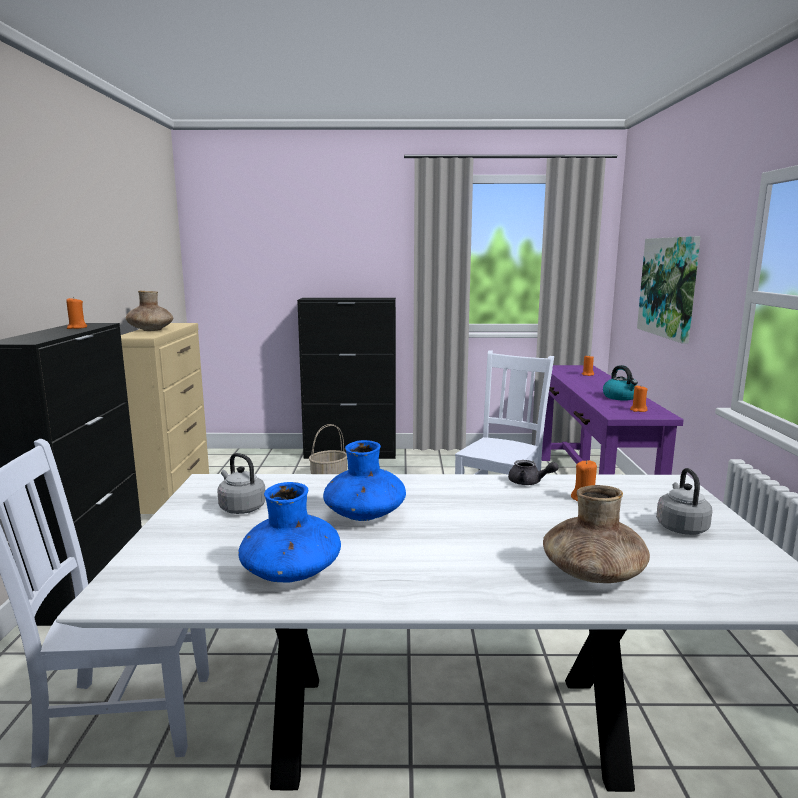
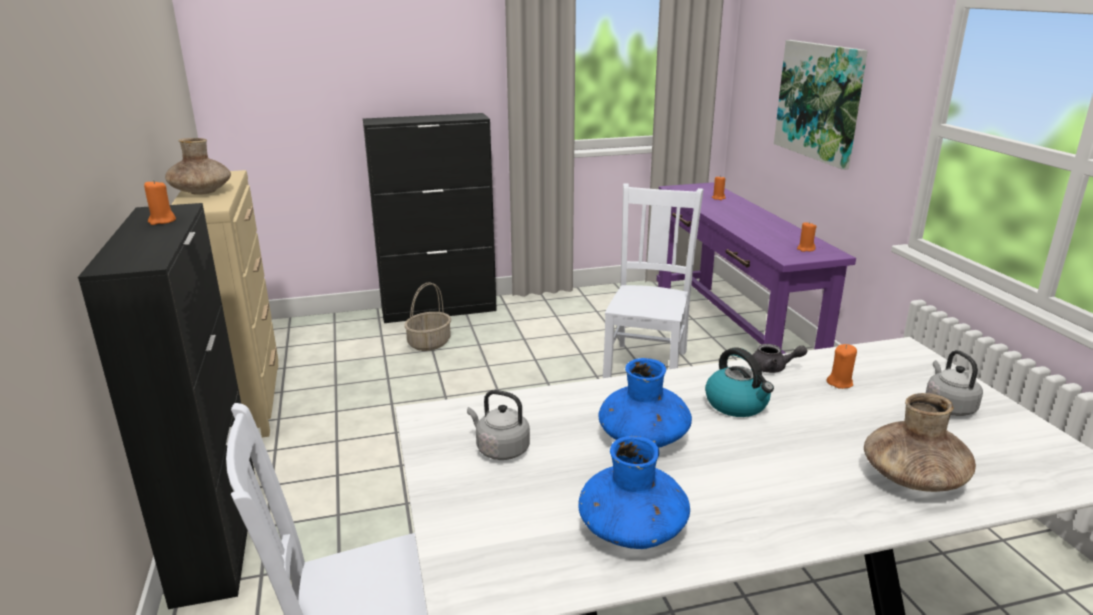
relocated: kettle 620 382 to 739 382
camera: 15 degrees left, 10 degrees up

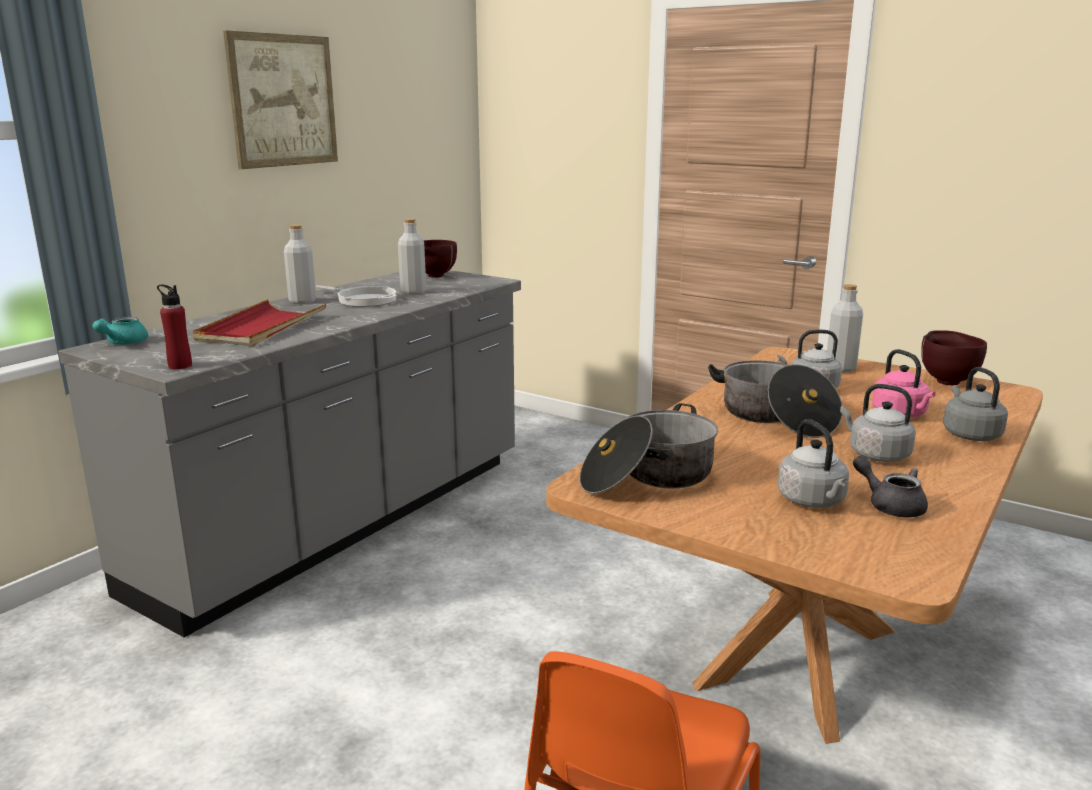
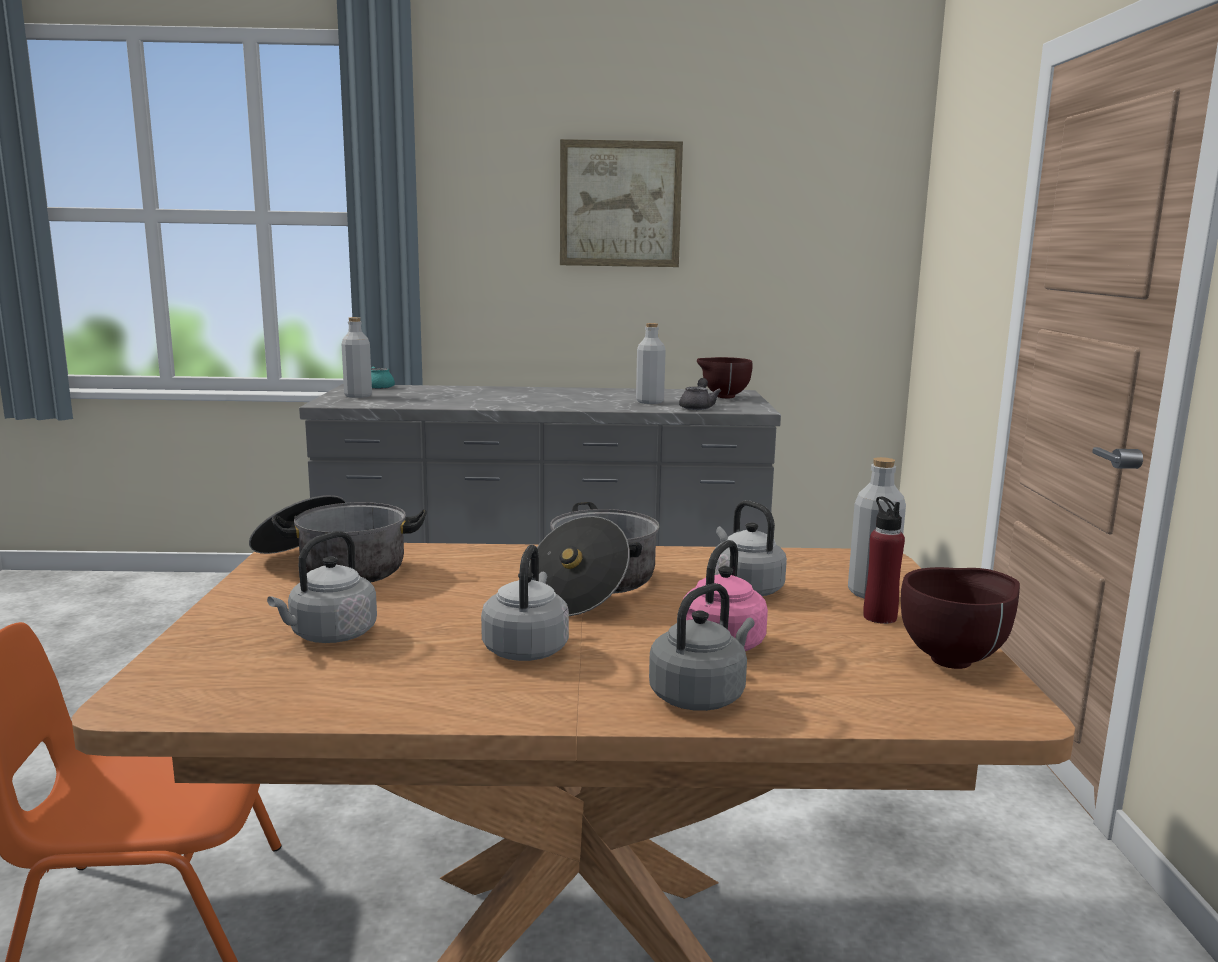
missing: serving tray/red 259 322; frying pan 356 296
relocated: drink bottle/red 174 327 to 884 560; drink bottle/grey 300 264 to 357 357; pot for tea/grey 890 486 to 700 394
camera: 55 degrees right, 5 degrees down

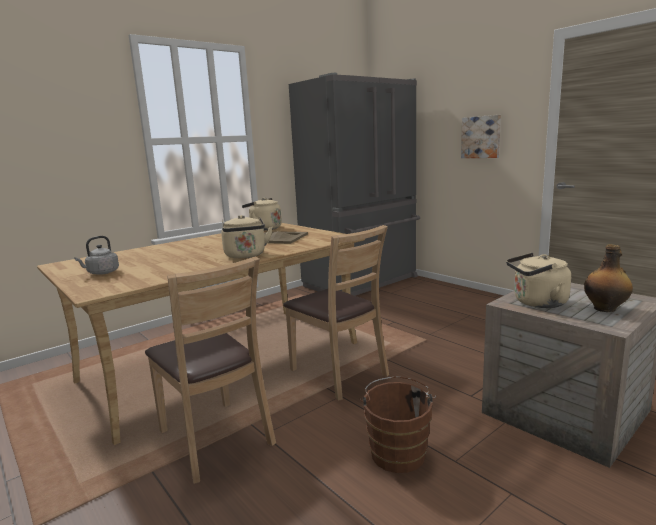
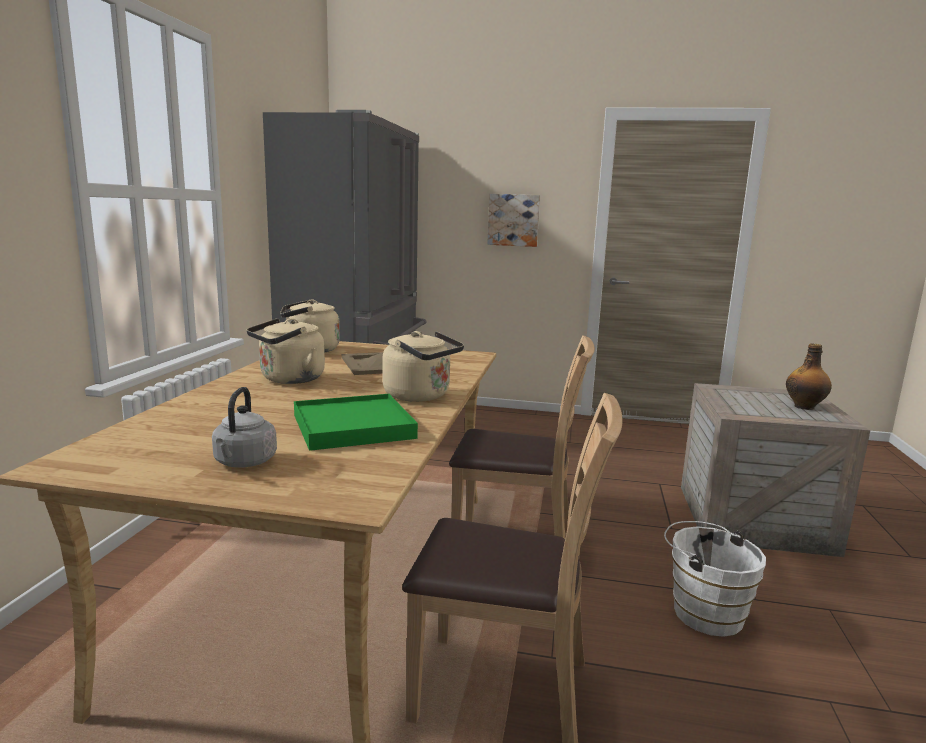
appeared: serving tray/greenish 356 422
relocated: kettle/beige 538 280 to 286 351
colour: bucket/brown-coloured 398 425 to bucket/whitish 715 579
camera: 40 degrees left, 0 degrees up

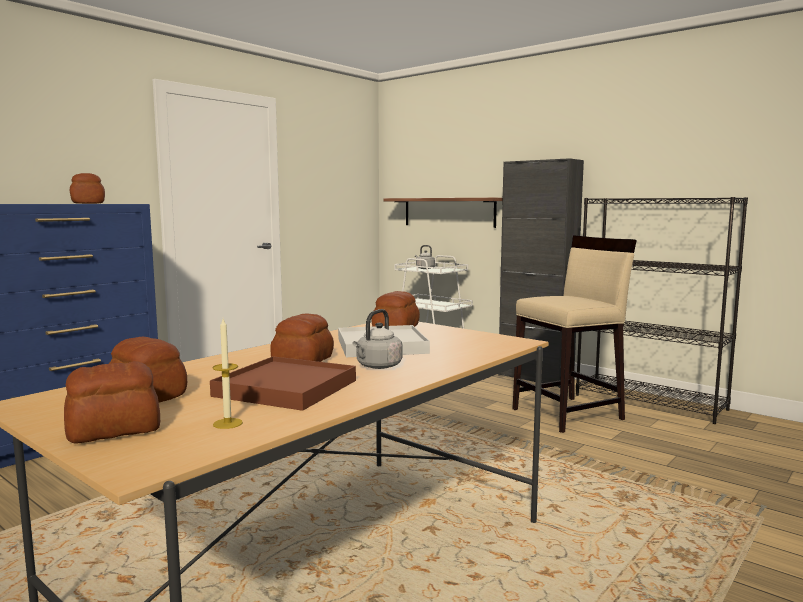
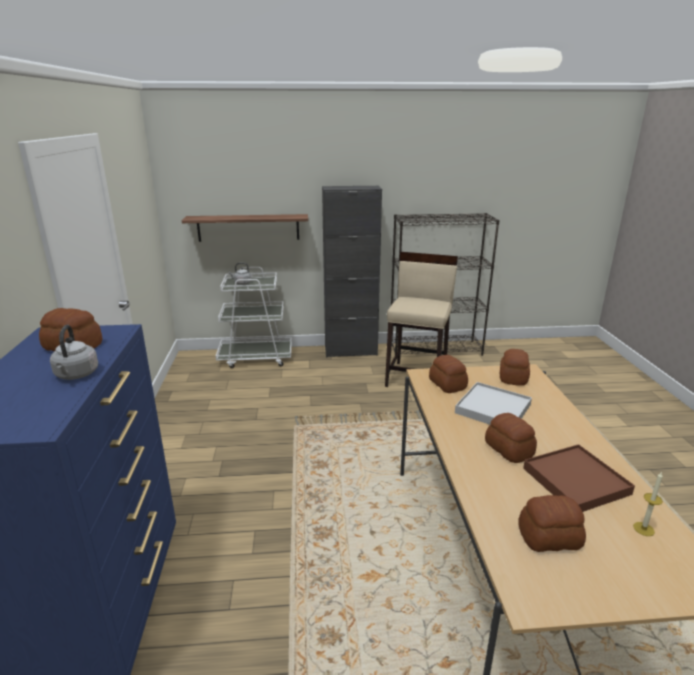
relocated: bakery bread 112 402 to 515 367; kettle/grey 378 339 to 74 352
camera: 45 degrees left, 15 degrees up

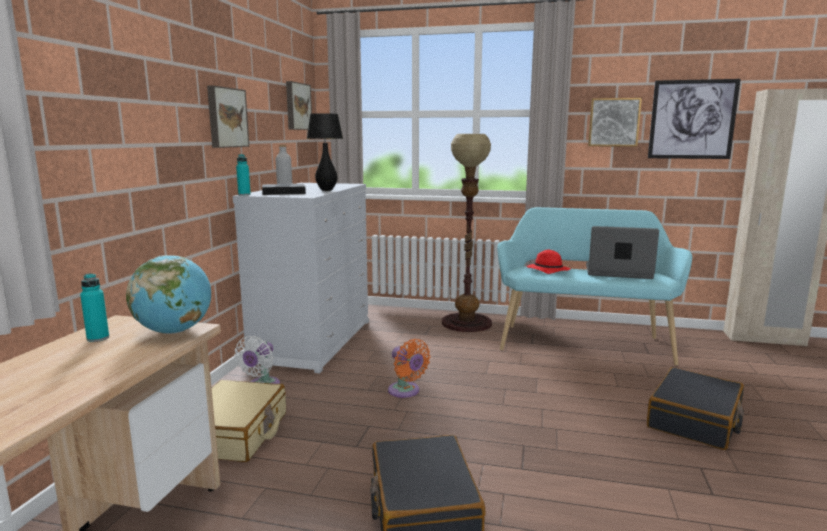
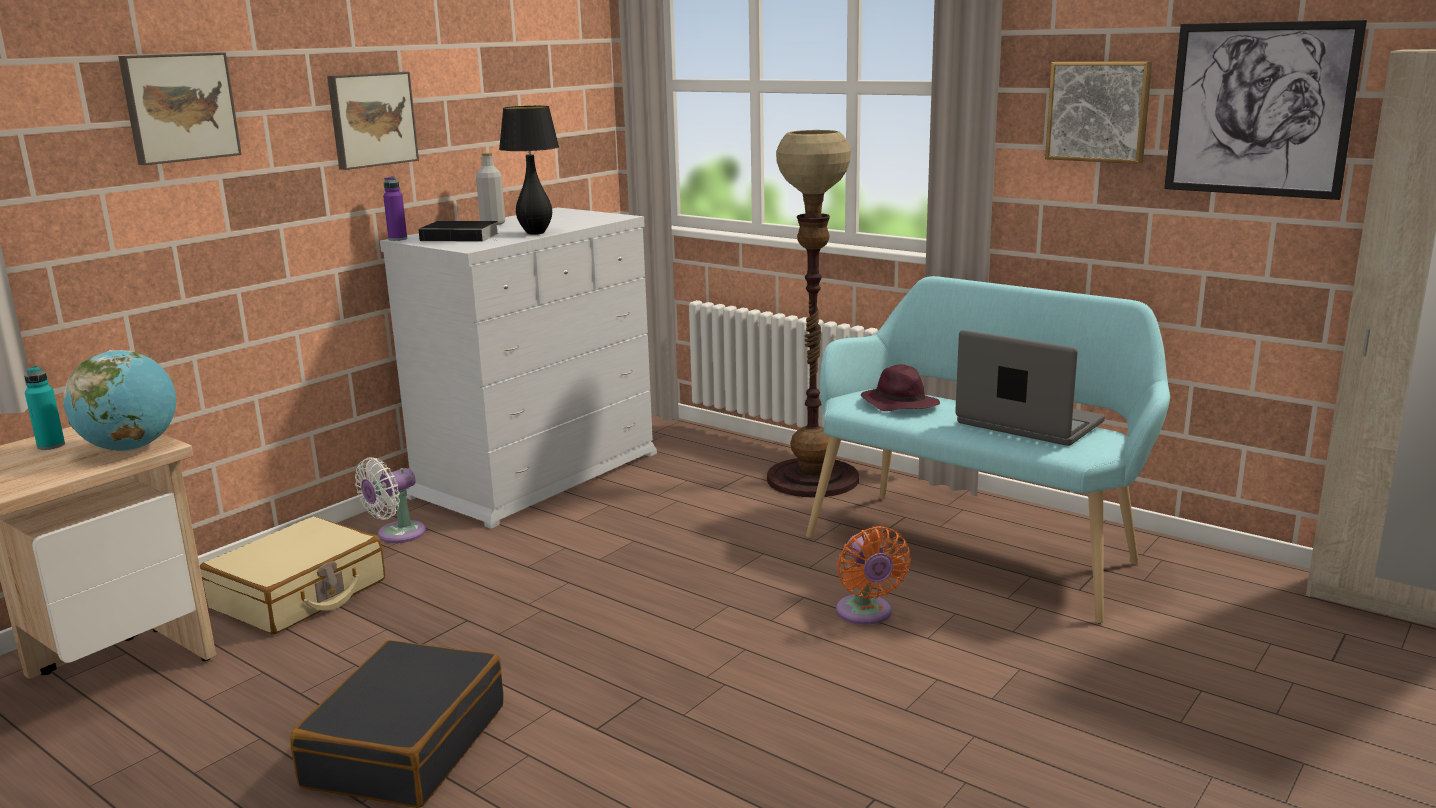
missing: travel case/blackish 695 408
relocated: picture 299 105 to 180 108; fan/orange 409 368 to 873 575
colour: drink bottle/turquoise-coloured 243 175 to drink bottle/purple-coloured 395 209; clothing hat/red 548 262 to clothing hat/purple-coloured 900 387
camera: 25 degrees right, 5 degrees up

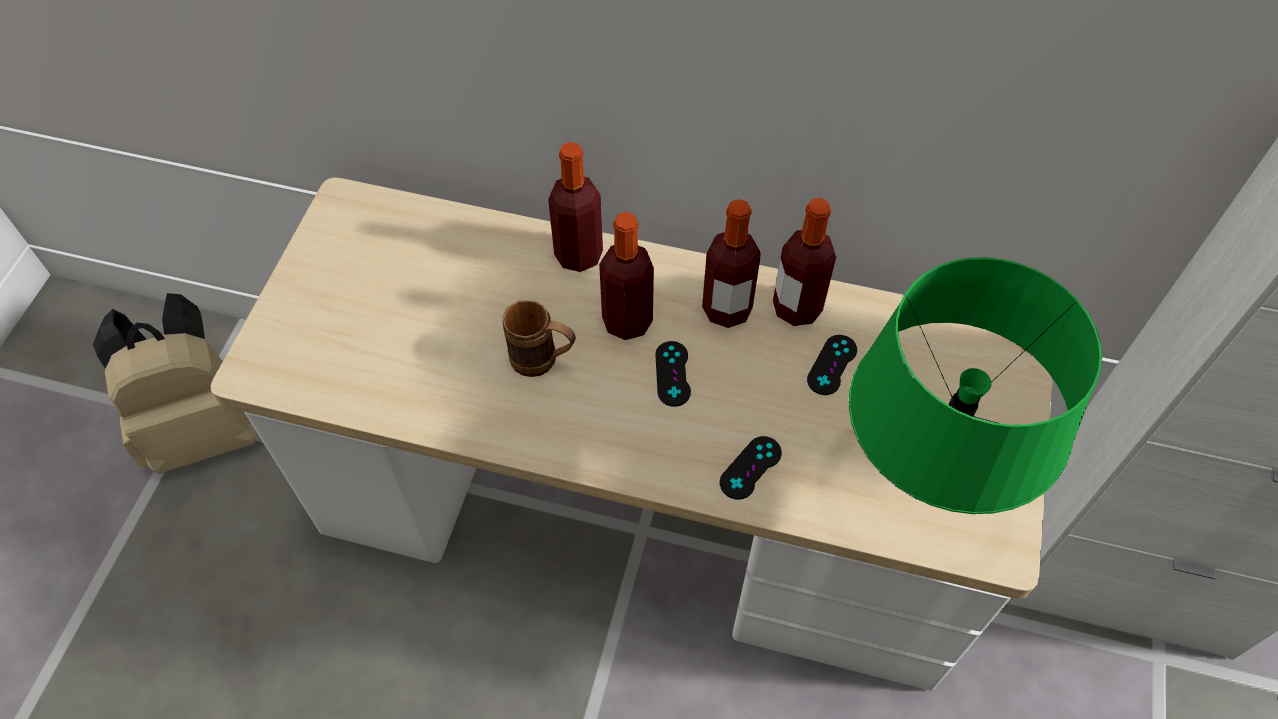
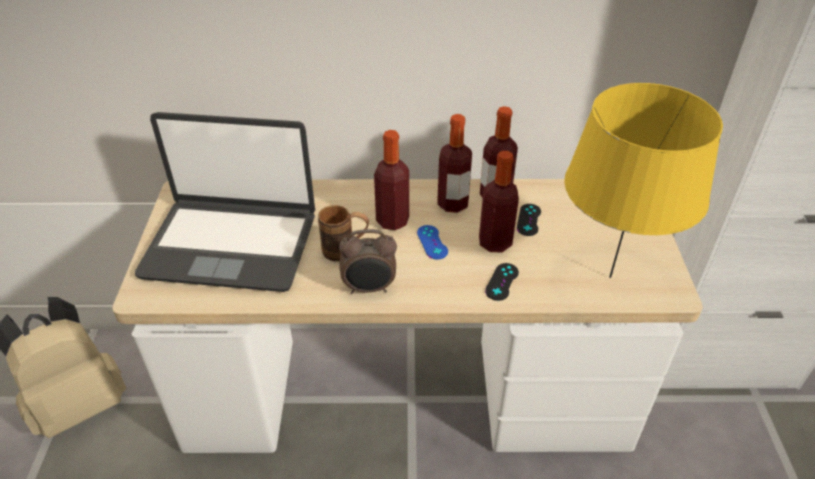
appeared: portable computer 225 202; table clock 368 261
relocated: drink bottle 575 207 to 499 201
colour: joypad/blackish 673 374 to joypad/blue 432 242; tabletop lamp/greenish 975 385 to tabletop lamp/yellow 643 180
camera: 15 degrees left, 15 degrees down

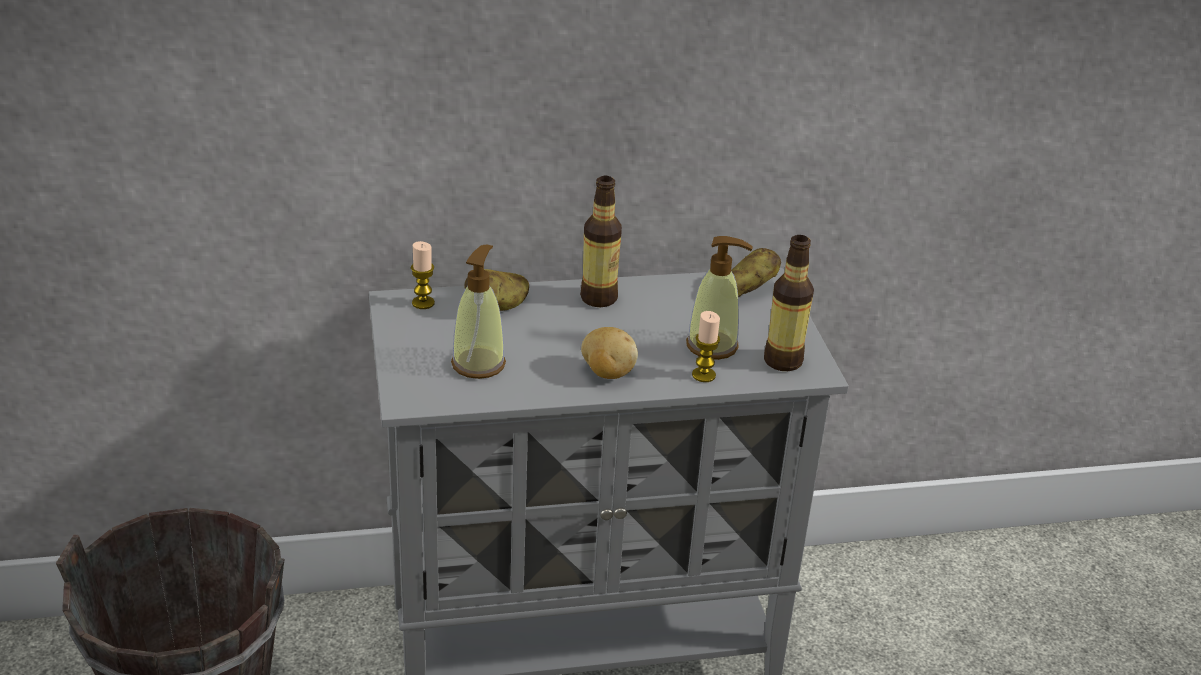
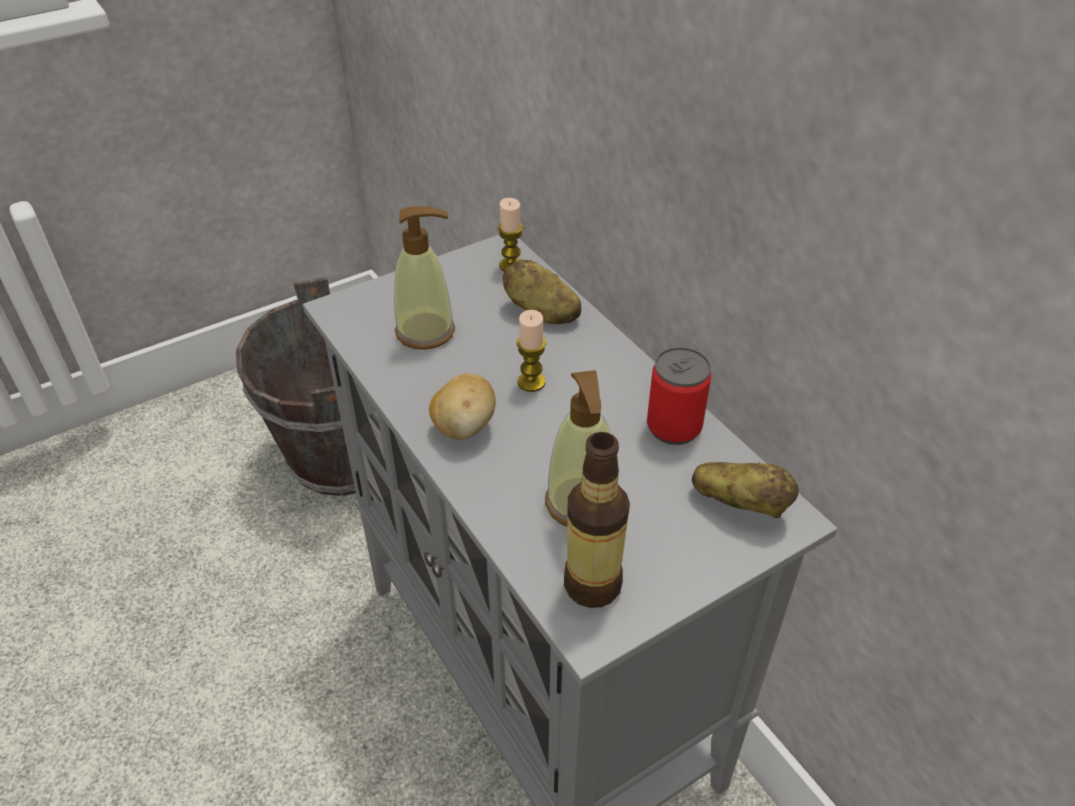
missing: drink bottle 601 241
appeared: can 679 396
relocated: candle 706 346 to 531 351
camera: 70 degrees right, 10 degrees up

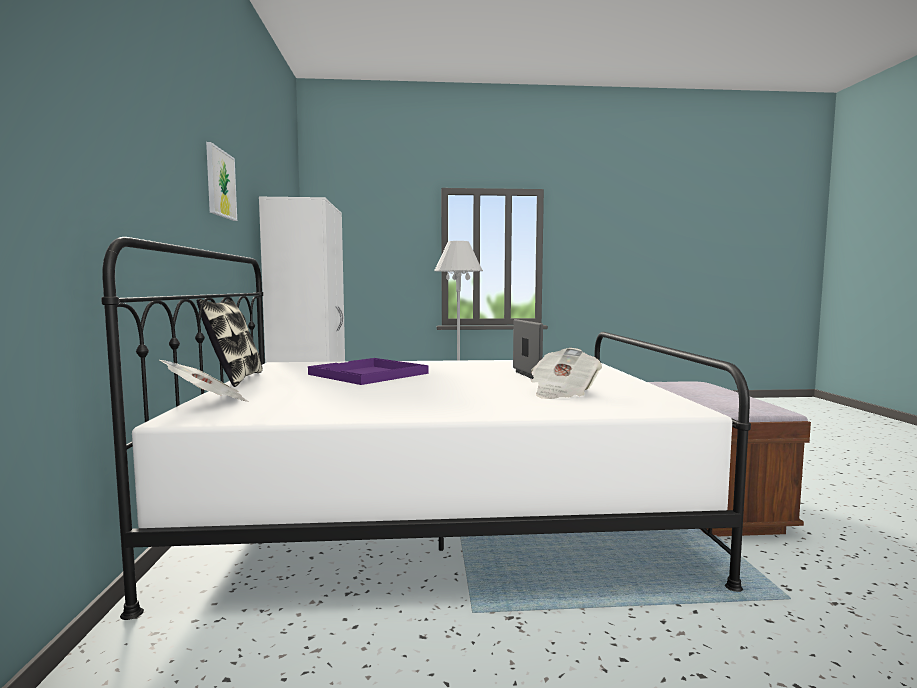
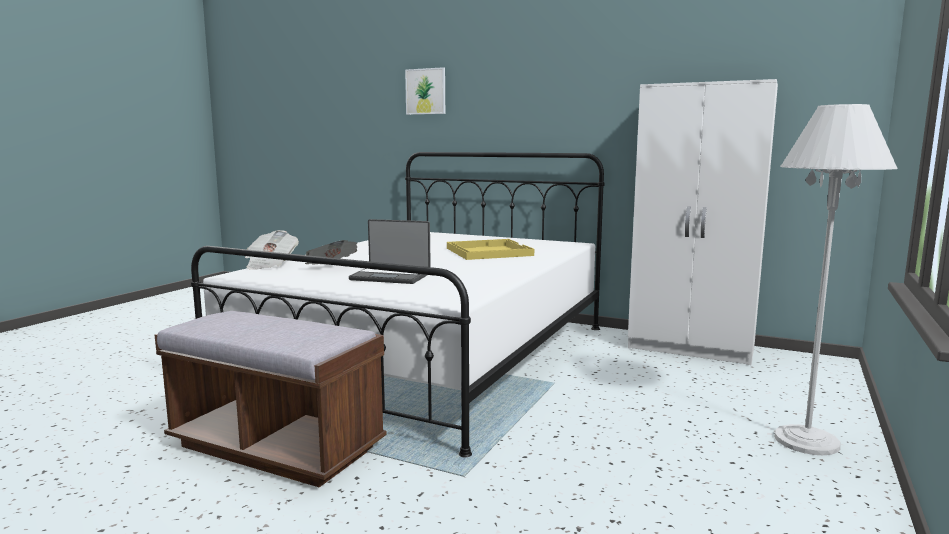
missing: cushion 230 343
relocated: daily paper 204 380 to 272 250; picture 221 181 to 425 91
colour: serving tray/purple-coloured 368 371 to serving tray/yellow 490 249
camera: 120 degrees right, 5 degrees up

